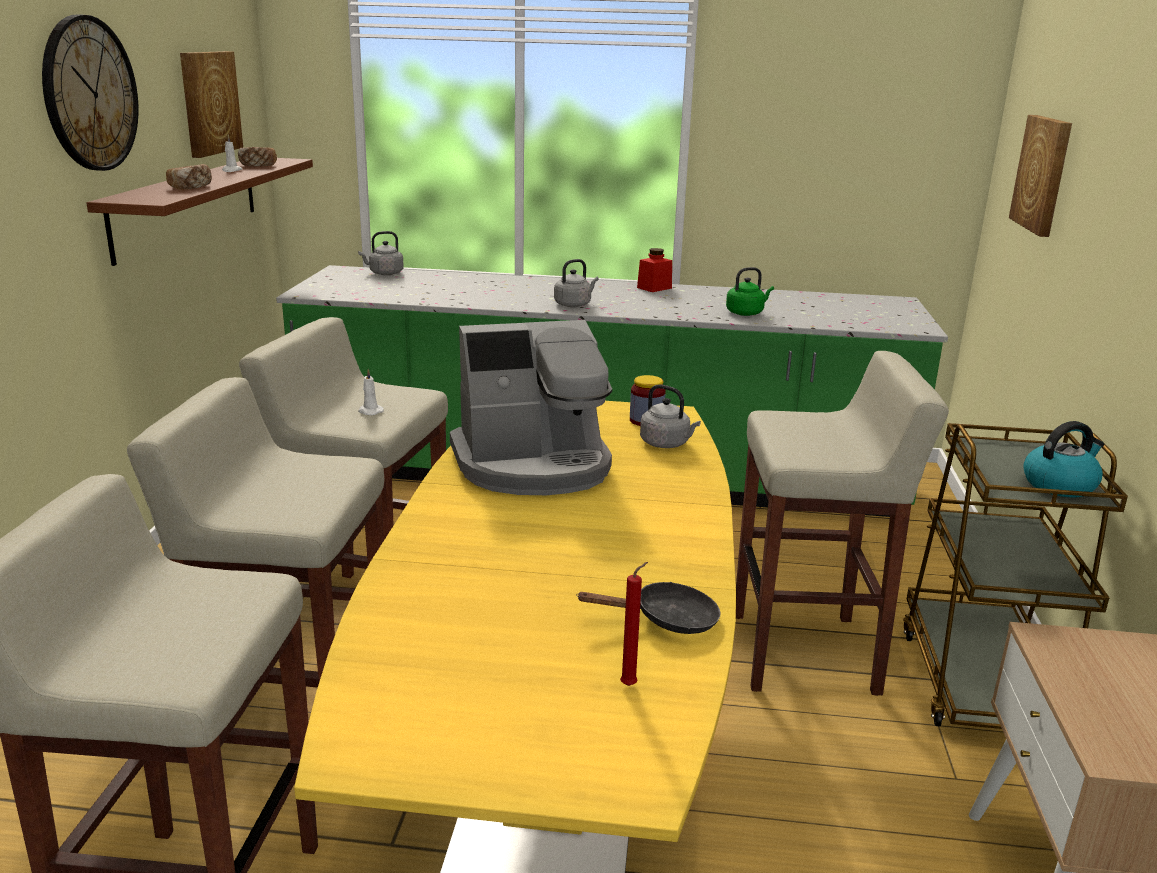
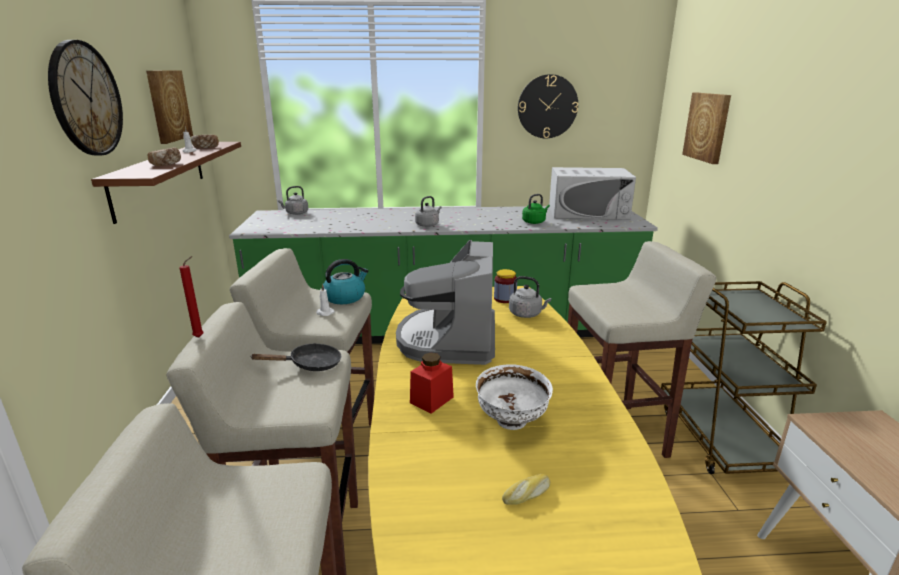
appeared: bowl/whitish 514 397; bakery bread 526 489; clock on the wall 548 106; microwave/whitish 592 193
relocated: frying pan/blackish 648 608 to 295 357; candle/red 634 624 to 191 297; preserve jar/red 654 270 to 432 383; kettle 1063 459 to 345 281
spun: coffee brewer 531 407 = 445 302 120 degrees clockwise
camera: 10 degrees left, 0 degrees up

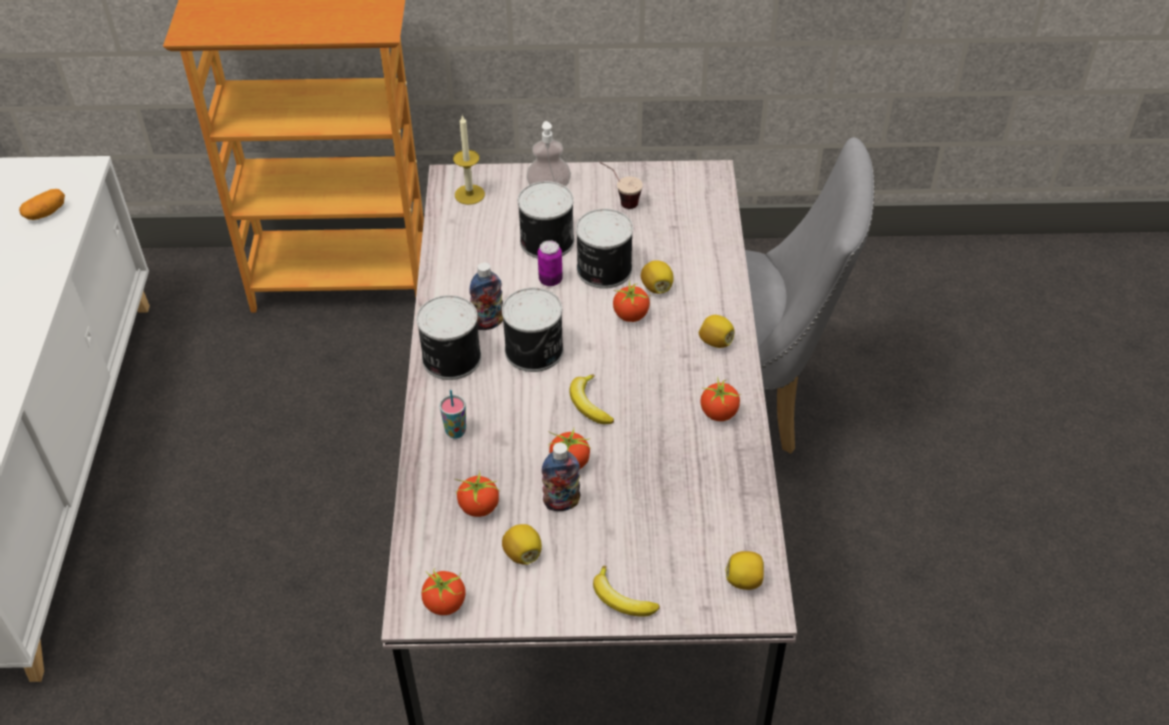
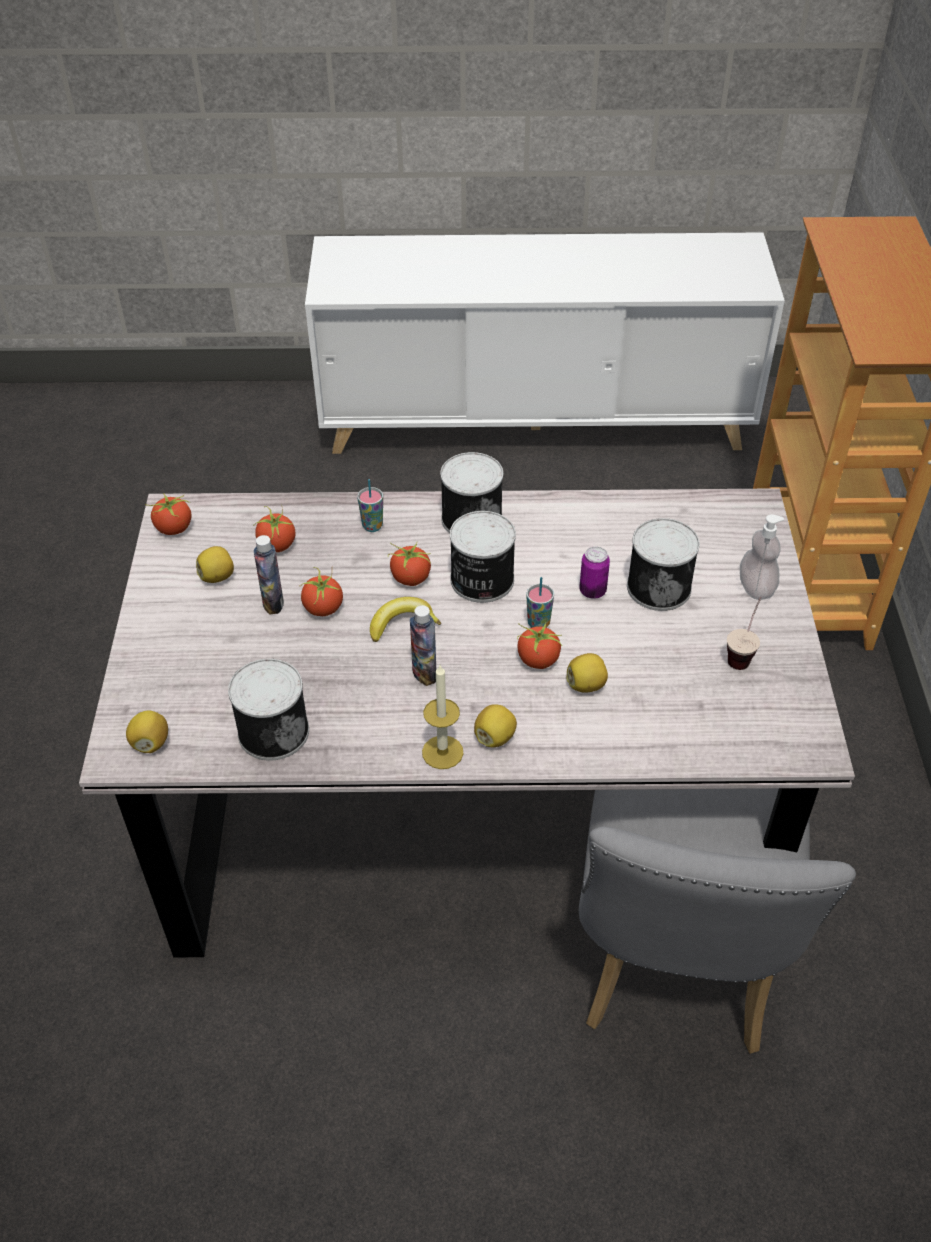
missing: spud 42 204; banana fruit 626 591
appeared: cup 540 602
relocated: candle 469 160 to 442 717; drink bottle 486 296 to 423 645; can 604 249 to 268 710; whole tomato 721 400 to 409 564
camera: 90 degrees right, 0 degrees up

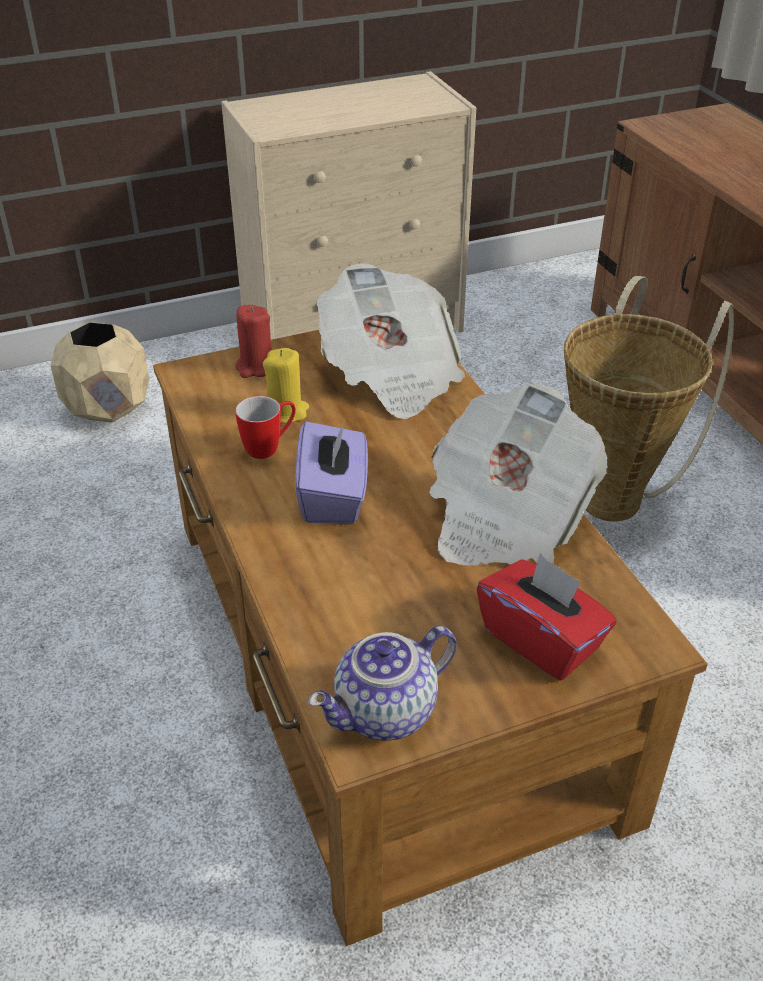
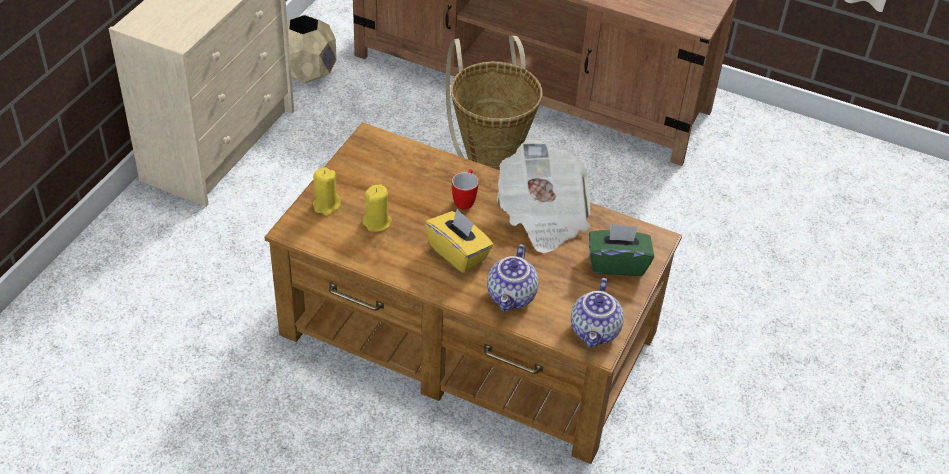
missing: daily paper 391 341
appeared: pot for tea 513 277
relocated: plant pot/beige 100 372 to 312 49; tea mug 265 427 to 465 189
colour: candle/red 253 341 to candle/yellow 327 191; tissue holder/purple-coloured 331 471 to tissue holder/yellow 459 241; tissue holder/red 547 616 to tissue holder/greenish 621 250
camera: 45 degrees left, 5 degrees up

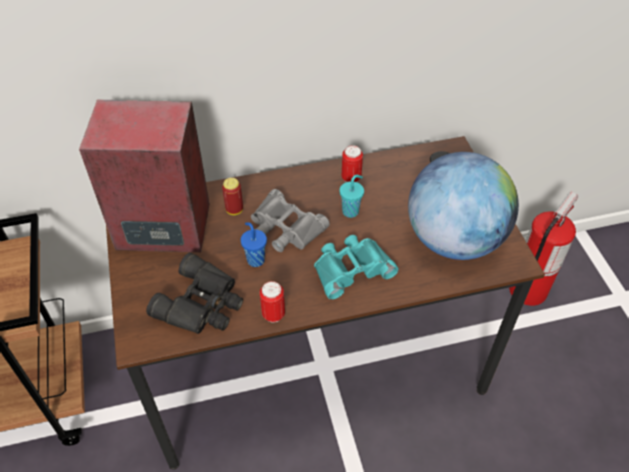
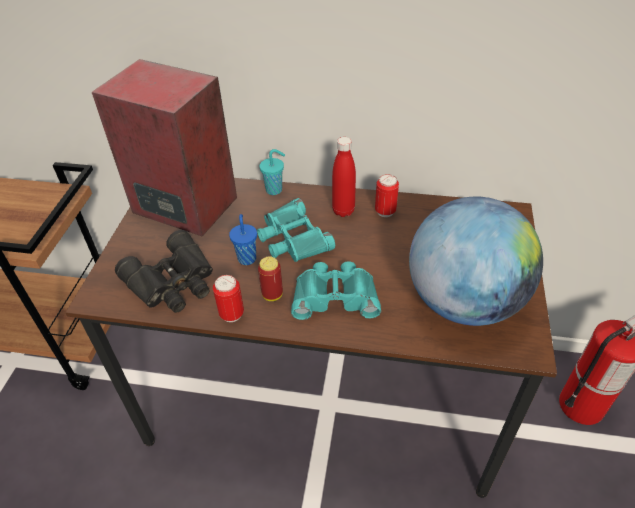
appeared: drink bottle/red 344 177
relocated: can 232 196 to 270 278; cup/turquoise-coloured 352 196 to 272 172
colour: field glasses/grey 290 220 to field glasses/turquoise-coloured 296 230
camera: 25 degrees right, 5 degrees down

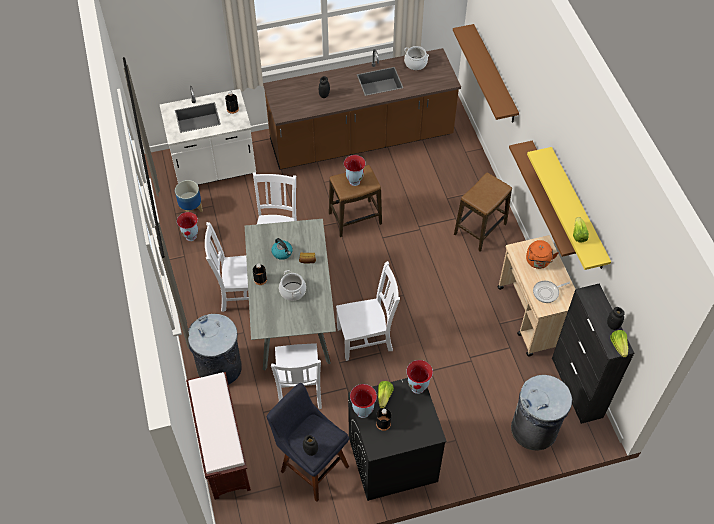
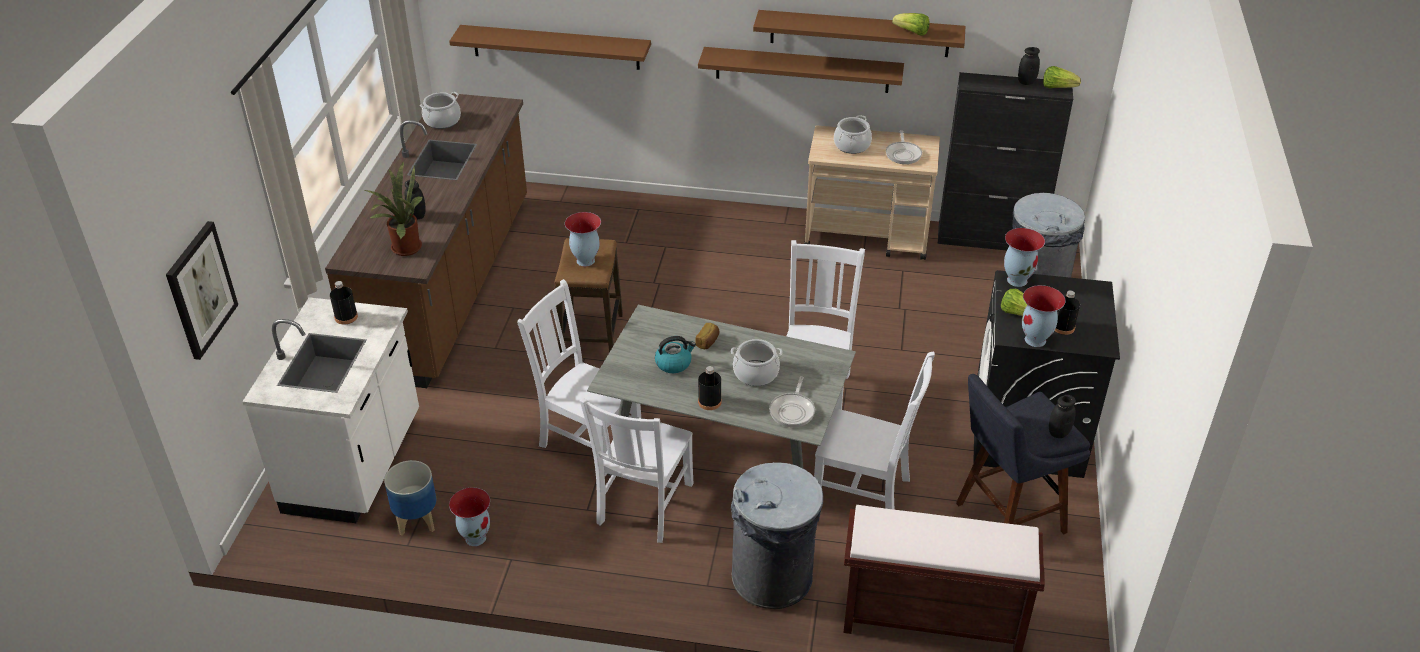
missing: sitting stool 483 212
appeared: picture 202 290; potted plant 393 208; frying pan 792 401
exchanged: kettle/orange 542 254 to cooking pot 853 134
colour: shelf/yellow 569 208 to shelf/brown-coloured 859 33
camera: 65 degrees left, 15 degrees down

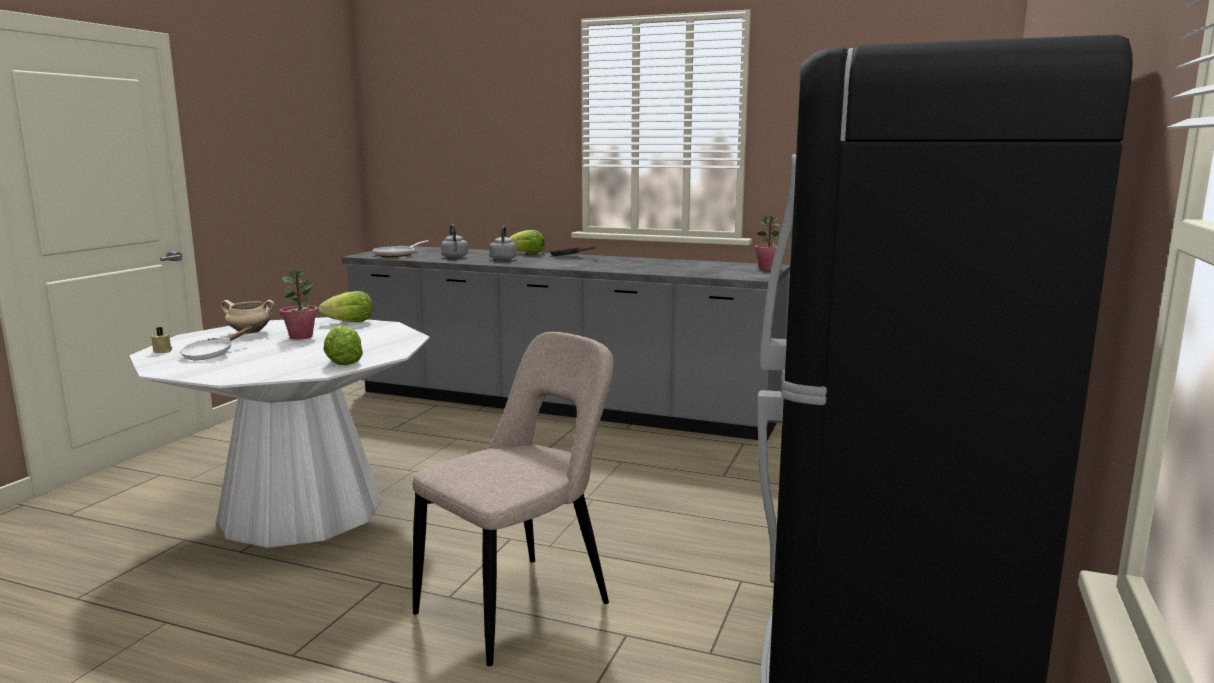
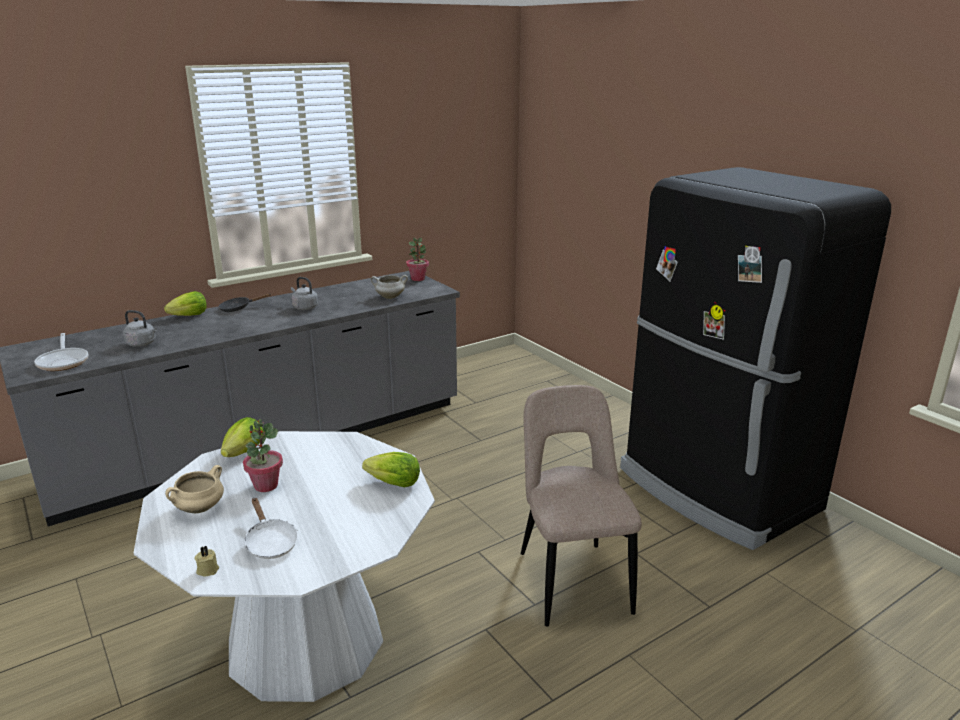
appeared: cooking pot/whitish 389 287
relocated: kettle/grey 503 243 to 304 293
camera: 55 degrees left, 10 degrees up

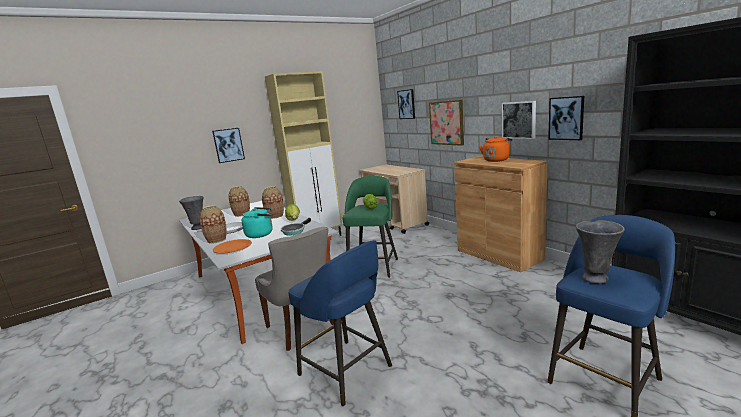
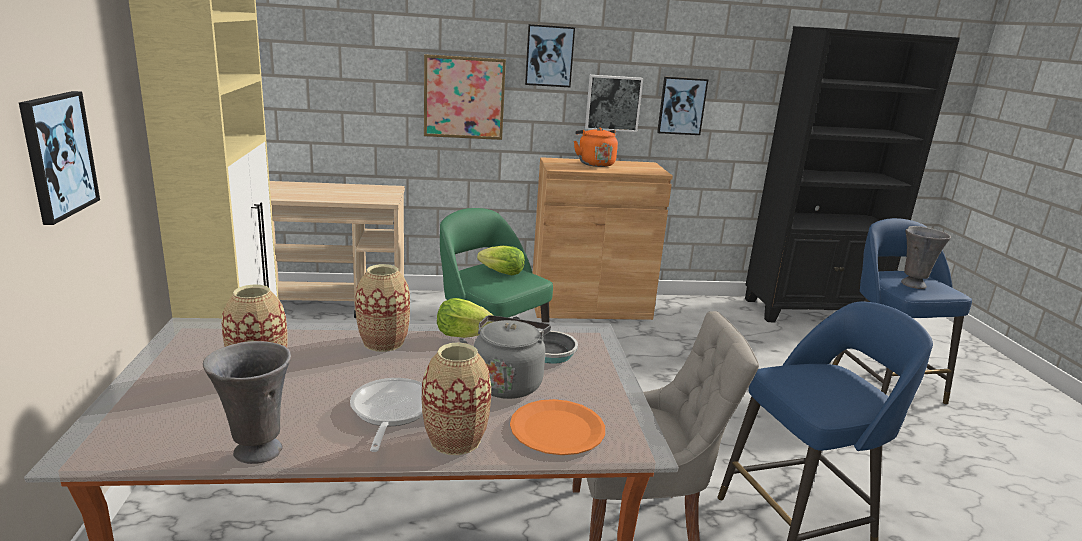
relocated: picture 406 104 to 550 55
colour: kettle/turquoise-coloured 257 222 to kettle/grey 505 357
camera: 65 degrees left, 5 degrees up

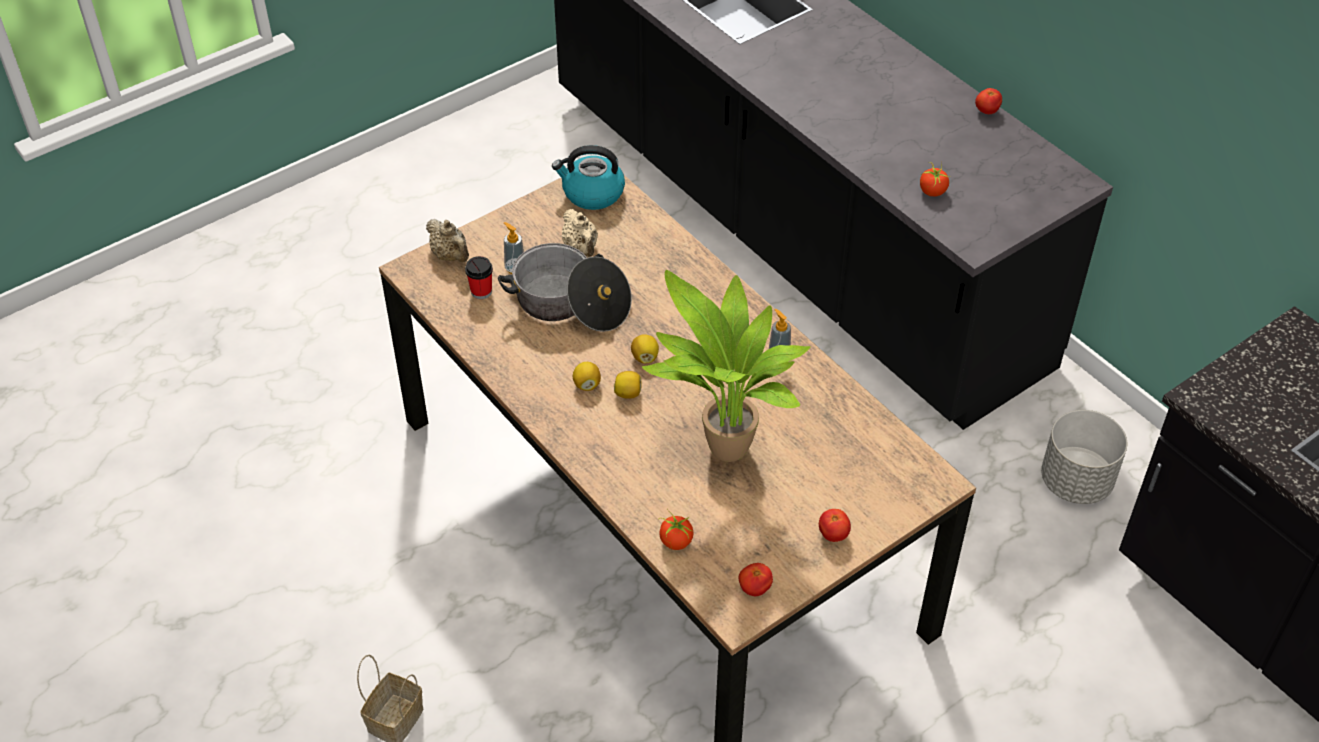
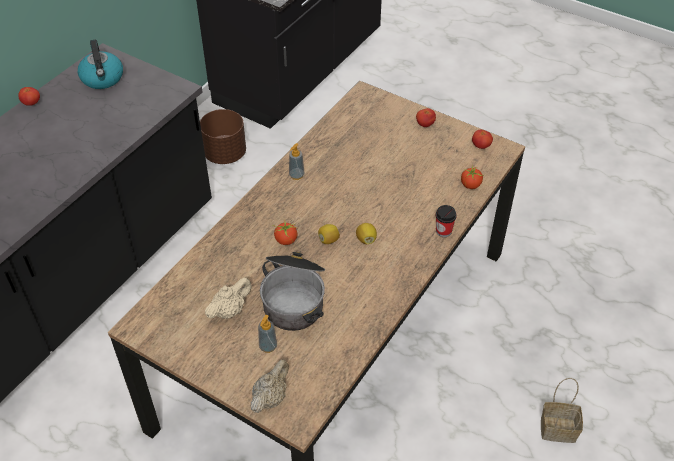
missing: whole lemon 587 376; potted plant 726 366
relocated: cup 479 277 to 446 221; kettle 588 177 to 100 64; whole tomato 934 179 to 285 233
colour: plant pot/grey 1084 457 to plant pot/brown-coloured 223 136
camera: 110 degrees left, 0 degrees up

